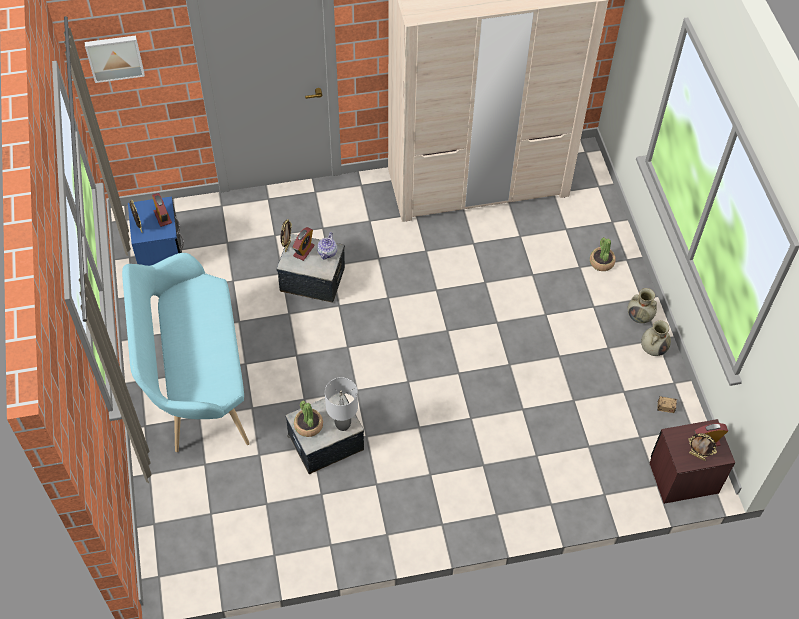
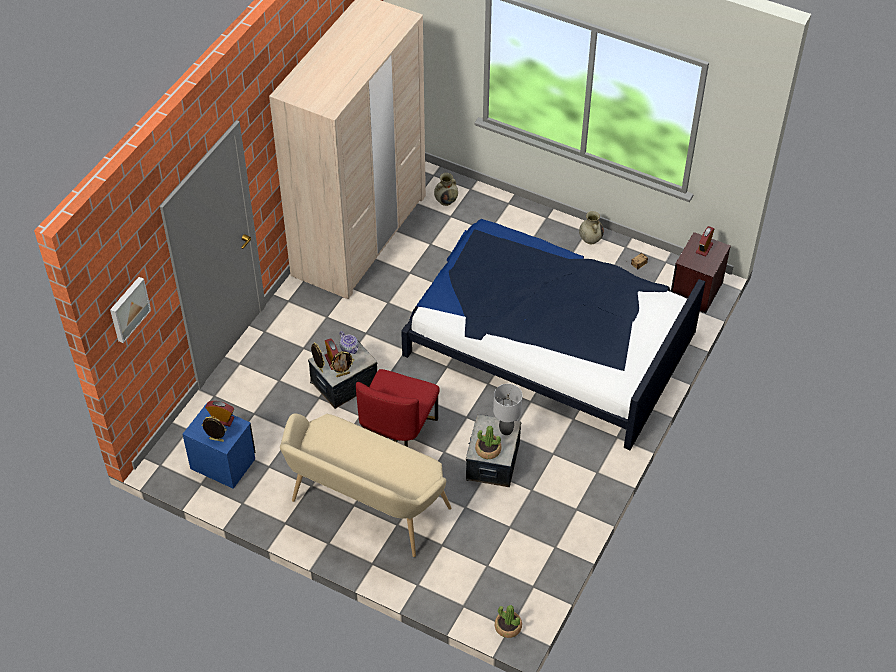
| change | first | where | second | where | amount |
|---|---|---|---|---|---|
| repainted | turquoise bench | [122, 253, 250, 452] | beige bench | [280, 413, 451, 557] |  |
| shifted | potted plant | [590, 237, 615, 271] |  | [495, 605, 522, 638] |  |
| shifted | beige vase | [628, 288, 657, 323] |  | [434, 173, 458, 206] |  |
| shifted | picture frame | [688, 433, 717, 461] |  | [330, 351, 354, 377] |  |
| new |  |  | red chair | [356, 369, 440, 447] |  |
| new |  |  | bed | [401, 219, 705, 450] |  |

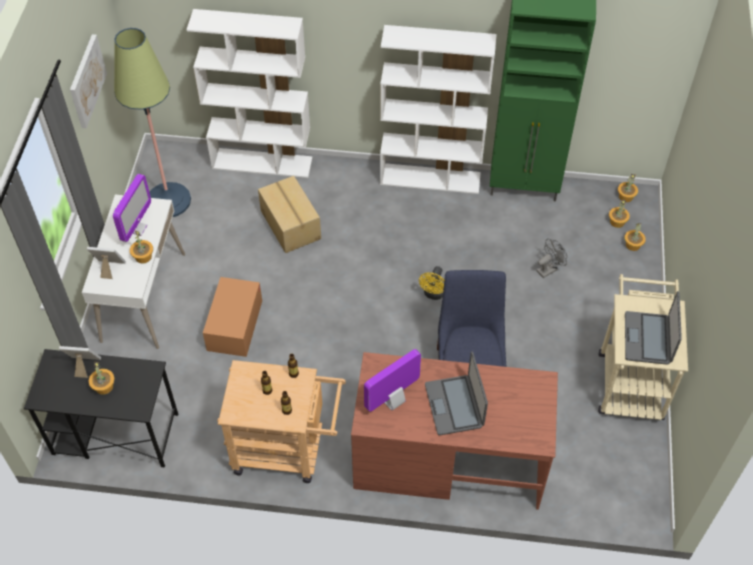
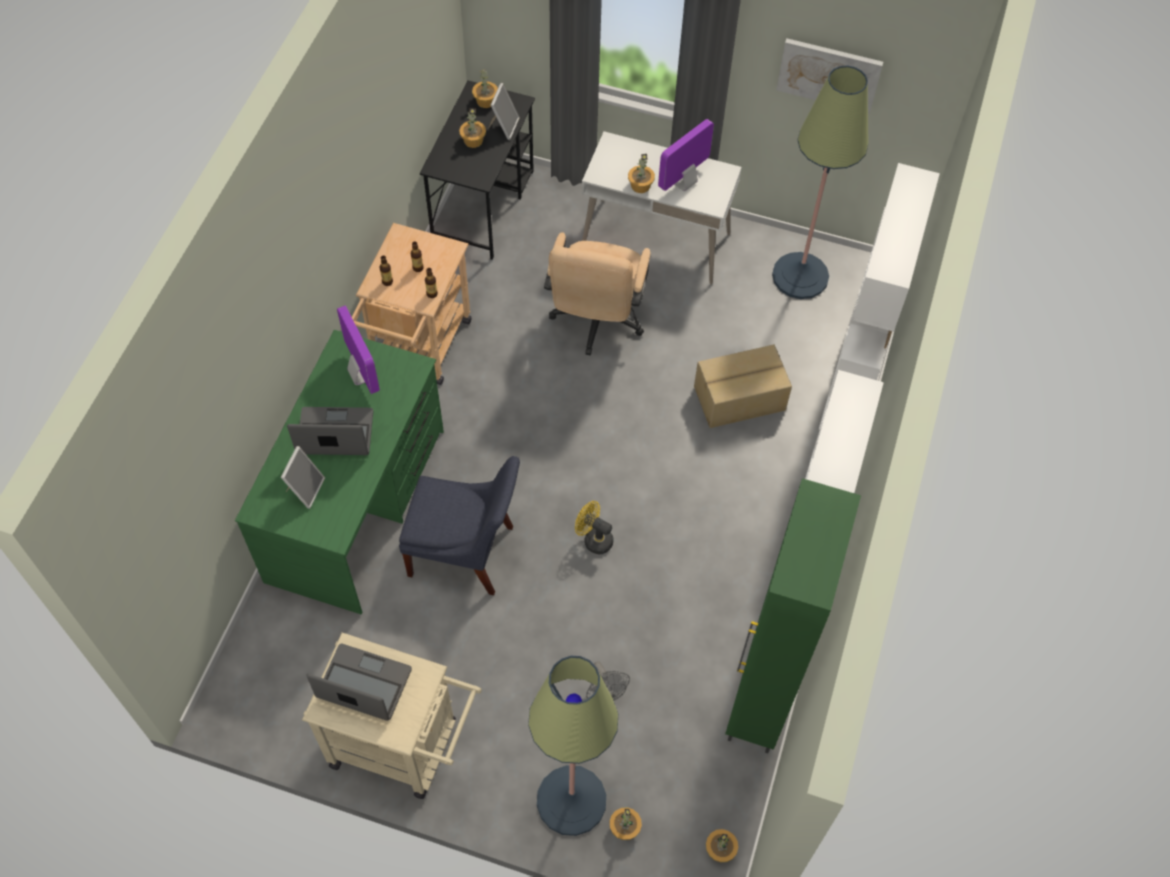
| change | first | where | second | where | amount |
|---|---|---|---|---|---|
| shifted | picture frame | [87, 247, 126, 279] |  | [281, 446, 325, 509] |  |
| rotated | monitor | [113, 174, 151, 242] |  | [658, 119, 714, 191] | 105 degrees clockwise |
| swapped | cardboard box | [203, 277, 262, 357] | beige office chair | [544, 232, 651, 356] |  |
| repainted | brown desk | [351, 352, 558, 510] | green desk | [235, 330, 444, 614] |  |
| shifted | potted plant | [609, 199, 630, 228] |  | [472, 70, 498, 108] |  |
| new |  |  | floor lamp | [528, 656, 618, 836] |  |

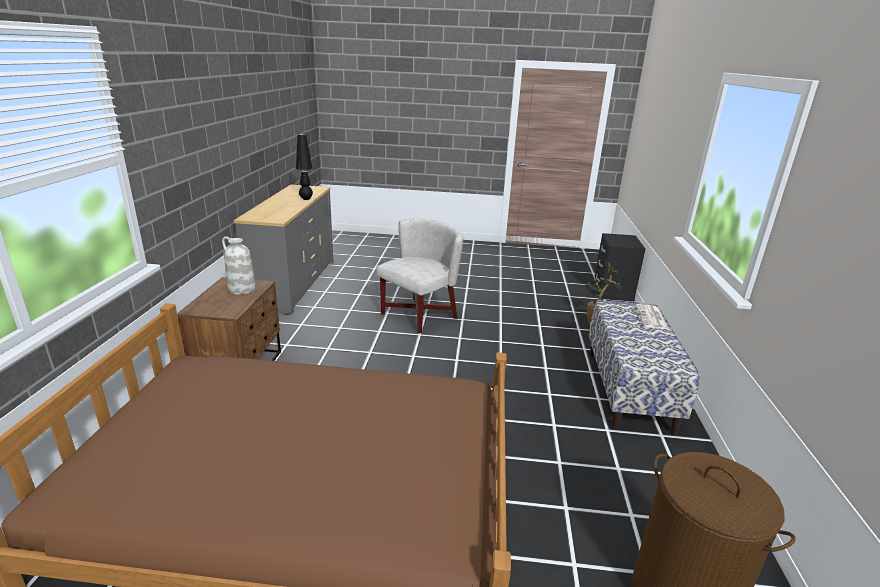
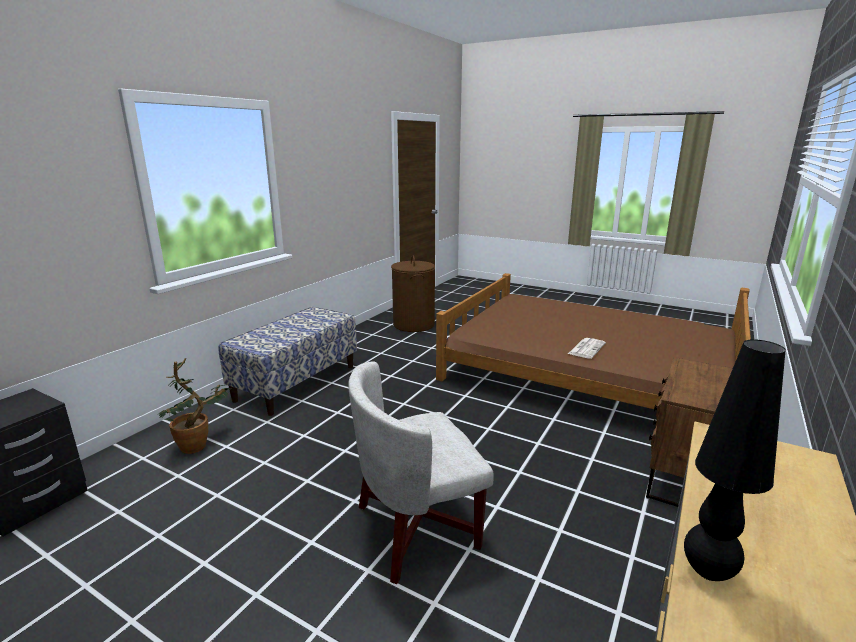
| change | first | where | second | where | amount |
|---|---|---|---|---|---|
| gone | white vase | [222, 236, 256, 295] |  |  |  |
| shifted | newspaper | [636, 304, 668, 329] |  | [568, 338, 606, 359] |  |

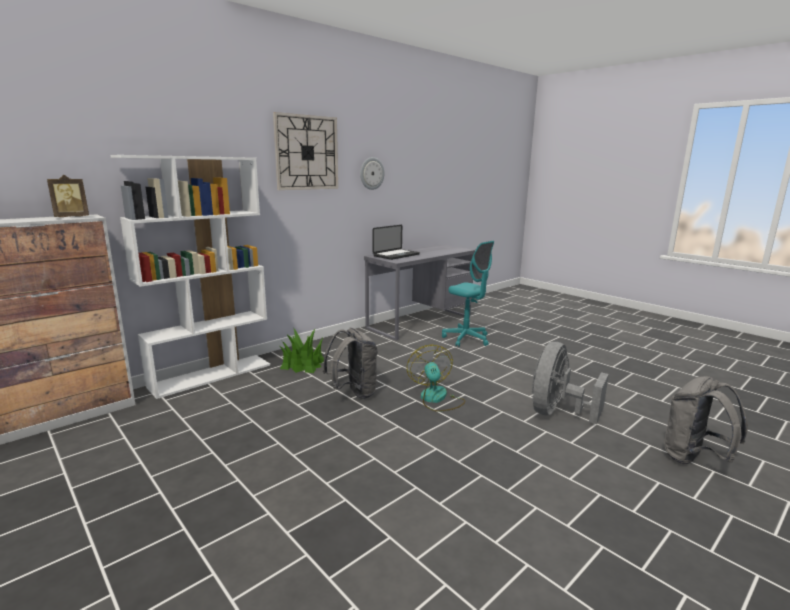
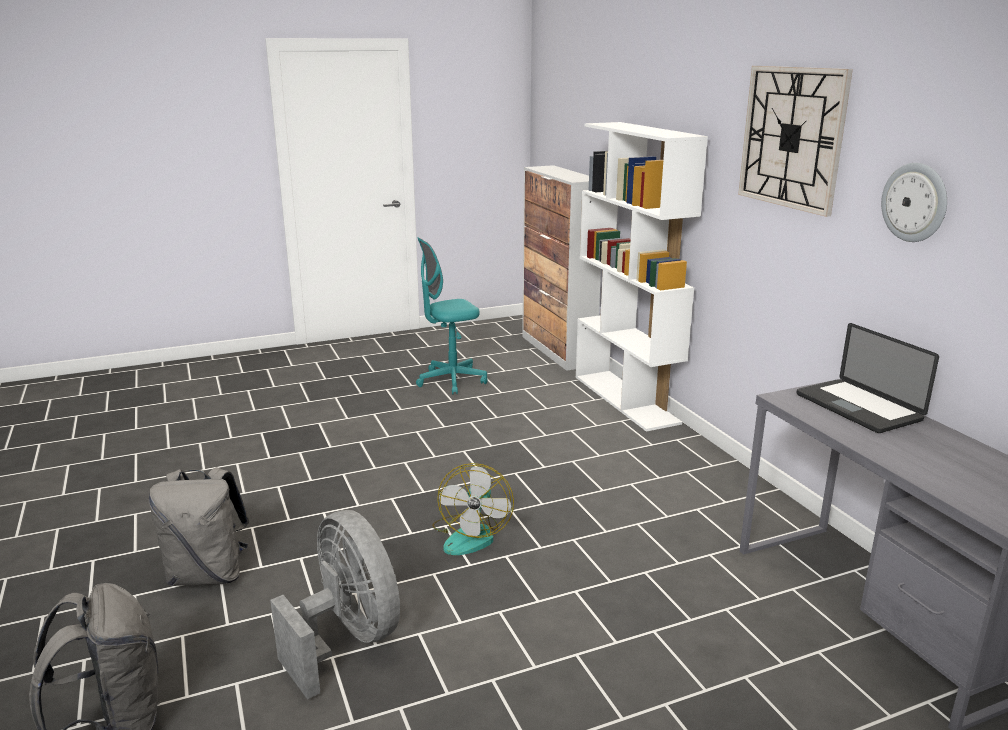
| change | first | where | second | where | amount |
|---|---|---|---|---|---|
| gone | picture frame | [47, 175, 89, 217] |  |  |  |
| gone | potted plant | [280, 327, 324, 373] |  |  |  |
| shifted | grey backpack | [323, 328, 378, 399] |  | [149, 467, 249, 586] |  |
| rotated | fan | [407, 345, 465, 412] |  | [432, 463, 514, 555] | 90 degrees clockwise |
| shifted | turquoise office chair | [442, 241, 494, 347] |  | [416, 237, 488, 395] |  |

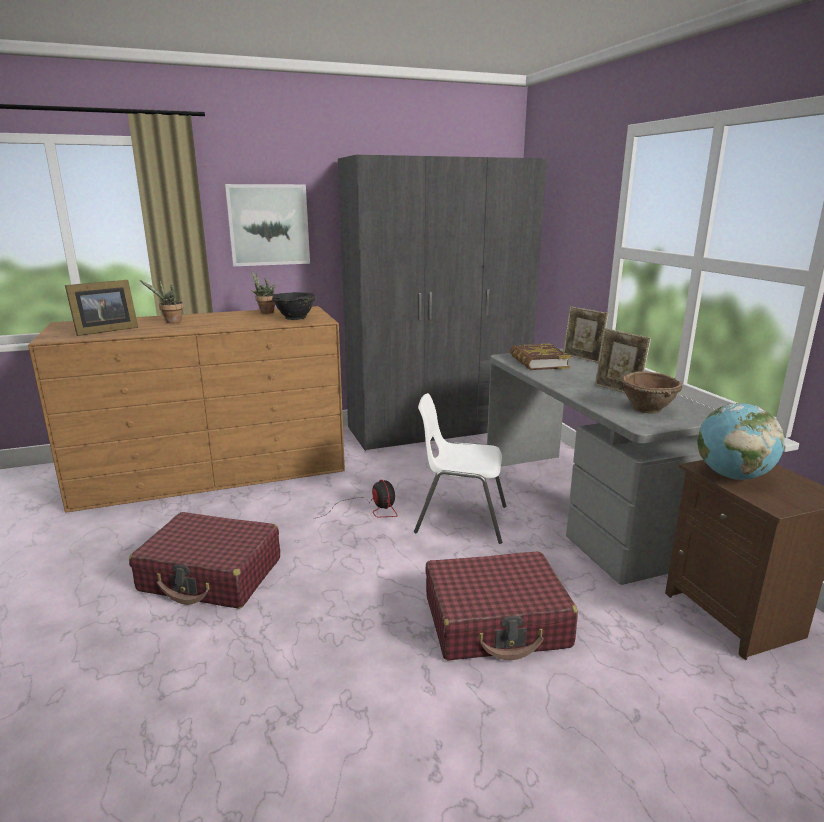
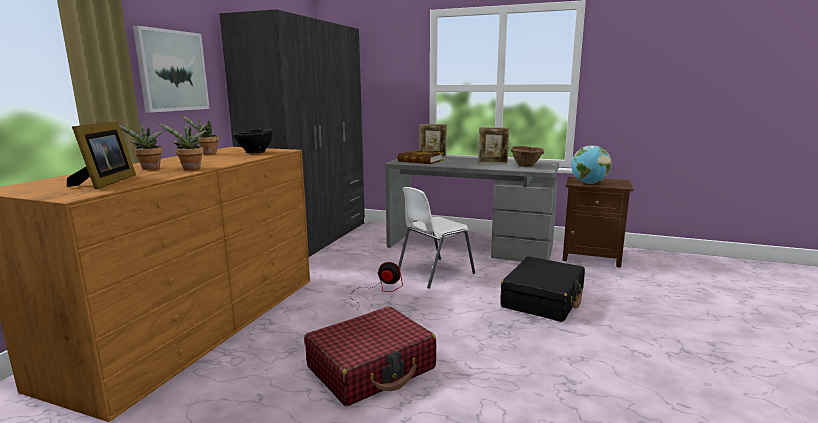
| change | first | where | second | where | amount |
|---|---|---|---|---|---|
| repainted | red suitcase | [425, 551, 578, 660] | black suitcase | [500, 256, 585, 322] |  |
| new |  |  | potted plant | [158, 122, 207, 170] |  |

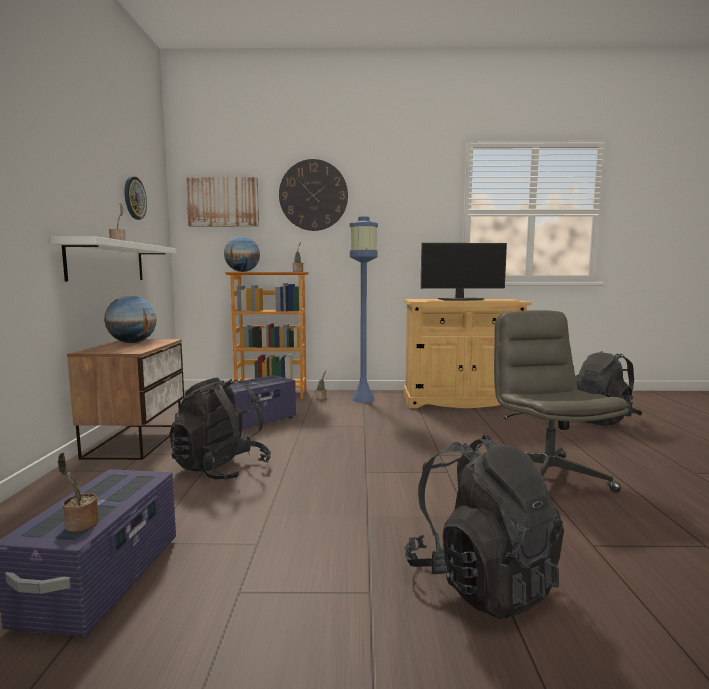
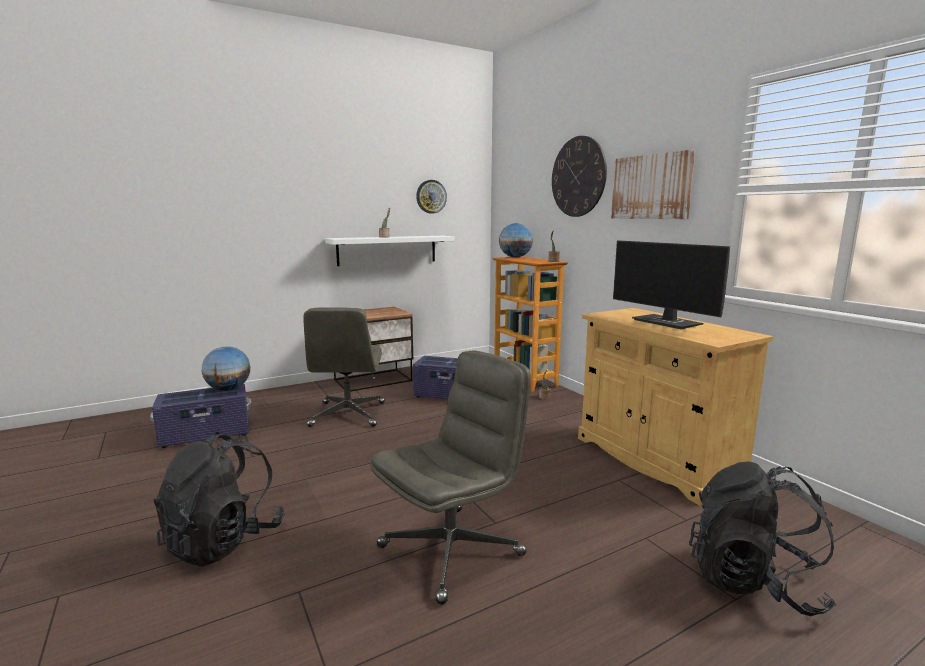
| change | first | where | second | where | amount |
|---|---|---|---|---|---|
| gone | potted plant | [58, 452, 99, 532] |  |  |  |
| shifted | globe | [104, 296, 157, 343] |  | [202, 346, 250, 391] |  |
| swapped | black backpack | [169, 377, 271, 479] | grey office chair | [303, 307, 385, 427] |  |
| shifted | picture | [186, 177, 259, 226] |  | [611, 150, 695, 219] |  |
| gone | blue floor lamp | [349, 217, 378, 403] |  |  |  |

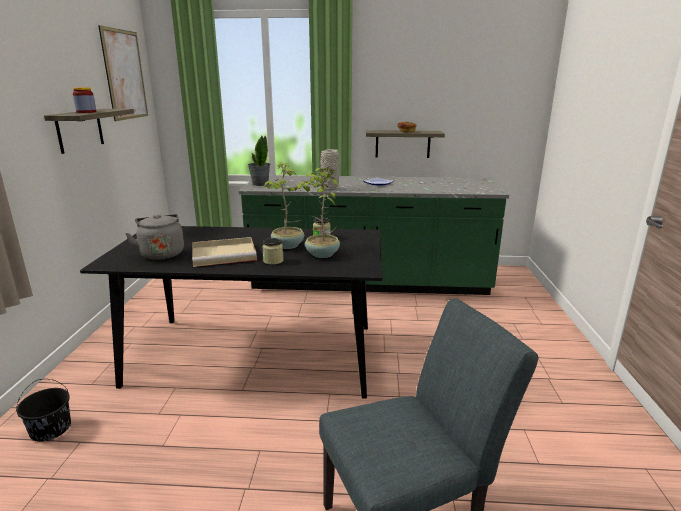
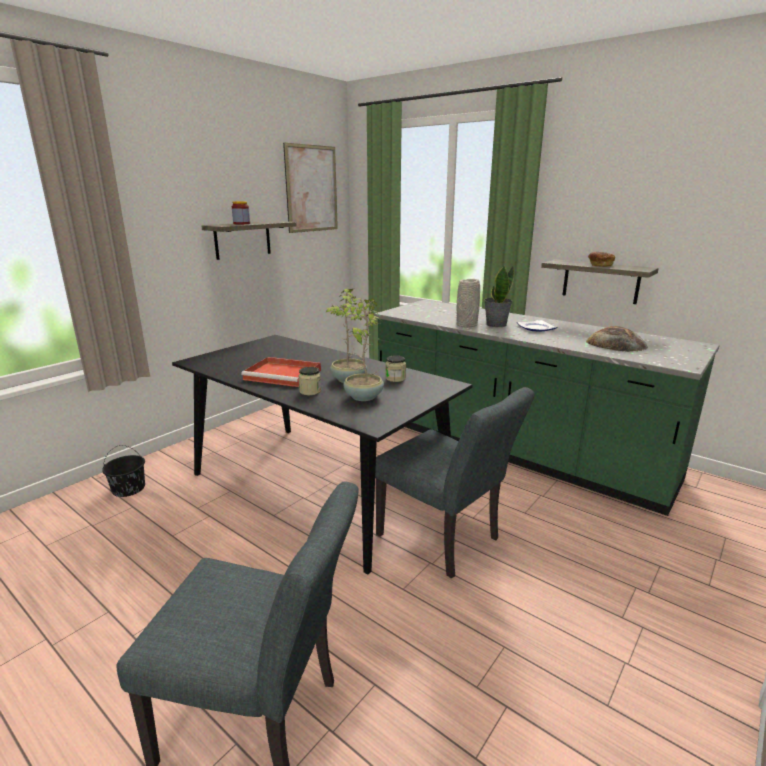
| change | first | where | second | where | amount |
|---|---|---|---|---|---|
| gone | grey kettle | [125, 214, 184, 260] |  |  |  |
| repainted | beige tray | [192, 237, 257, 267] | red tray | [241, 357, 321, 387] |  |
| shifted | potted plant | [248, 135, 270, 186] |  | [484, 265, 514, 327] |  |
| new |  |  | grey chair | [375, 387, 535, 579] |  |
| new |  |  | bread | [586, 326, 648, 352] |  |

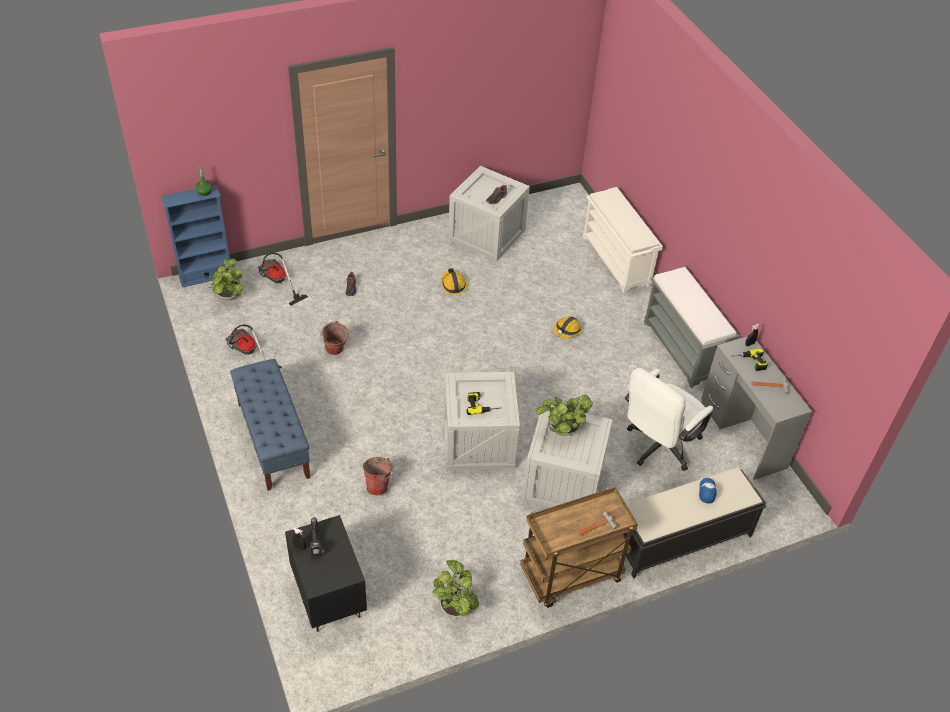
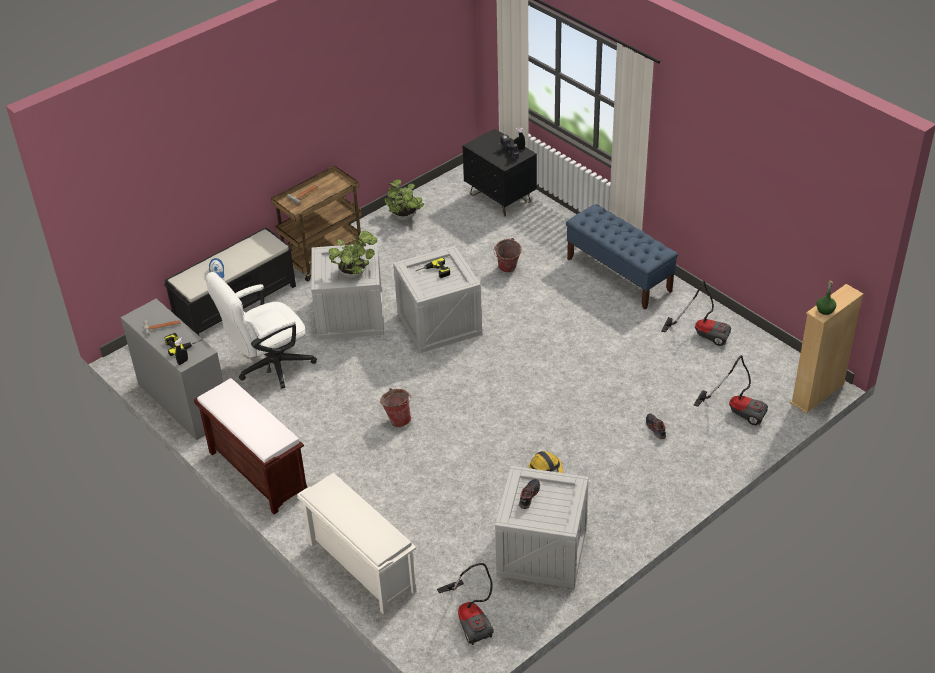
| change | first | where | second | where | amount |
|---|---|---|---|---|---|
| repainted | blue bookcase | [161, 185, 230, 288] | beige bookcase | [790, 284, 864, 414] |  |
| gone | potted plant | [209, 258, 244, 301] |  |  |  |
| shifted | bucket | [320, 321, 349, 355] |  | [380, 388, 411, 427] |  |
| gone | hard hat | [553, 316, 582, 339] |  |  |  |
| rotated | white office chair | [625, 368, 713, 471] |  | [206, 272, 317, 389] | 150 degrees counterclockwise |
| repainted | grey bench | [644, 267, 739, 388] | brown bench | [194, 378, 307, 515] |  |
| new |  |  | vacuum cleaner | [437, 563, 494, 645] |  |

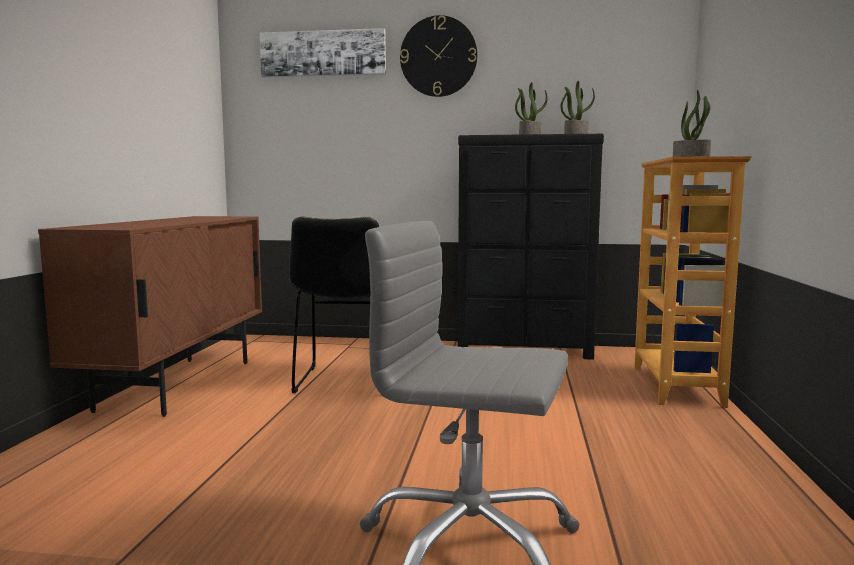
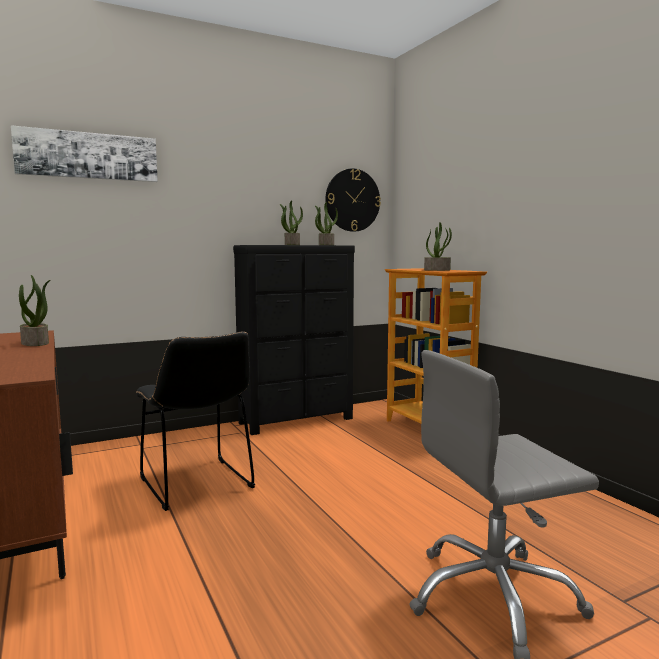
| change | first | where | second | where | amount |
|---|---|---|---|---|---|
| shifted | wall clock | [400, 15, 477, 97] |  | [325, 169, 381, 232] |  |
| new |  |  | potted plant | [19, 275, 50, 346] |  |

